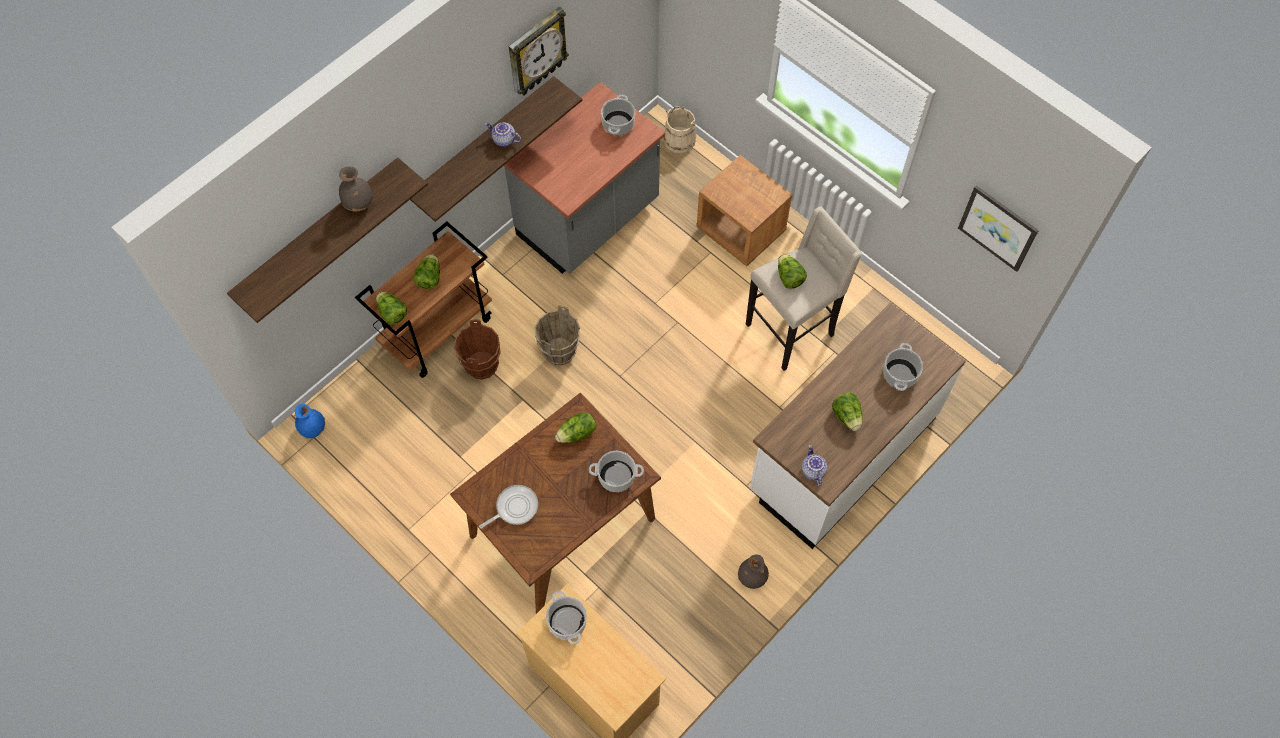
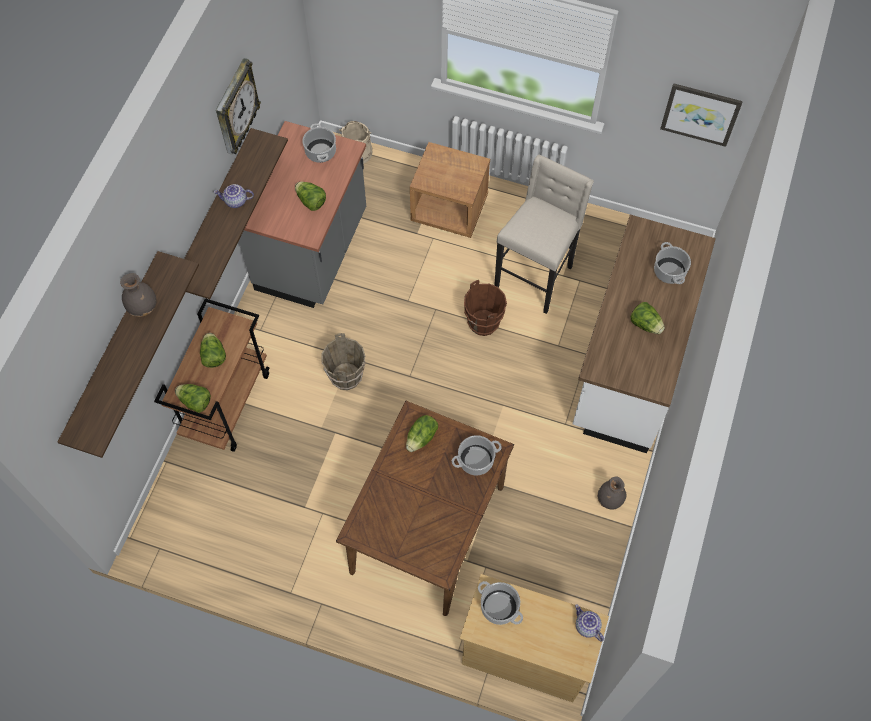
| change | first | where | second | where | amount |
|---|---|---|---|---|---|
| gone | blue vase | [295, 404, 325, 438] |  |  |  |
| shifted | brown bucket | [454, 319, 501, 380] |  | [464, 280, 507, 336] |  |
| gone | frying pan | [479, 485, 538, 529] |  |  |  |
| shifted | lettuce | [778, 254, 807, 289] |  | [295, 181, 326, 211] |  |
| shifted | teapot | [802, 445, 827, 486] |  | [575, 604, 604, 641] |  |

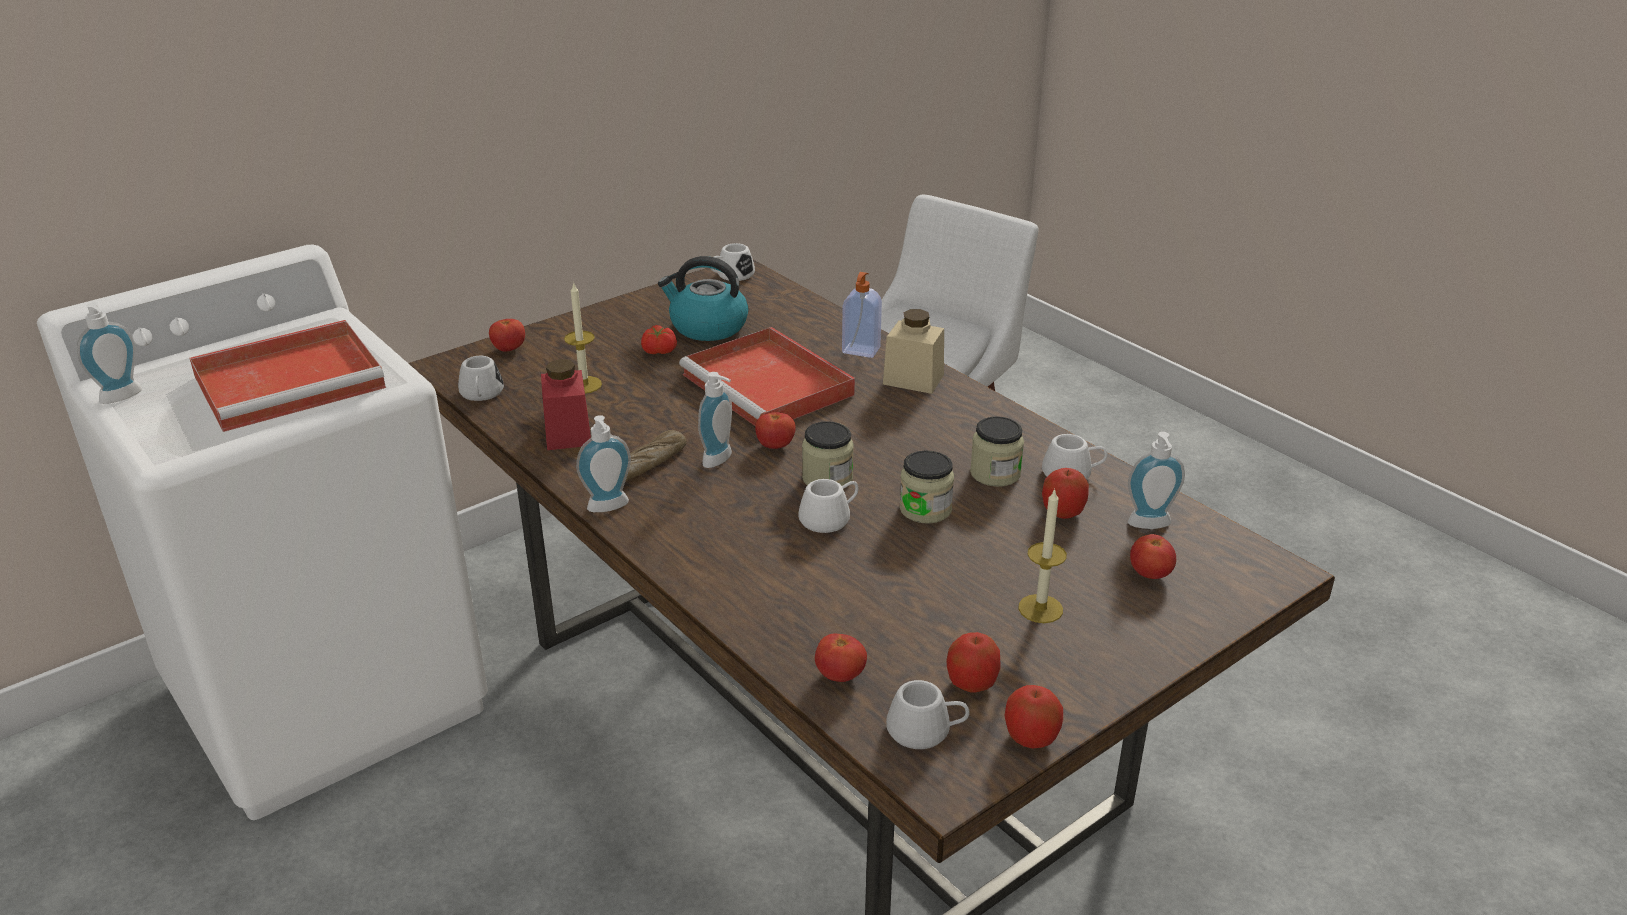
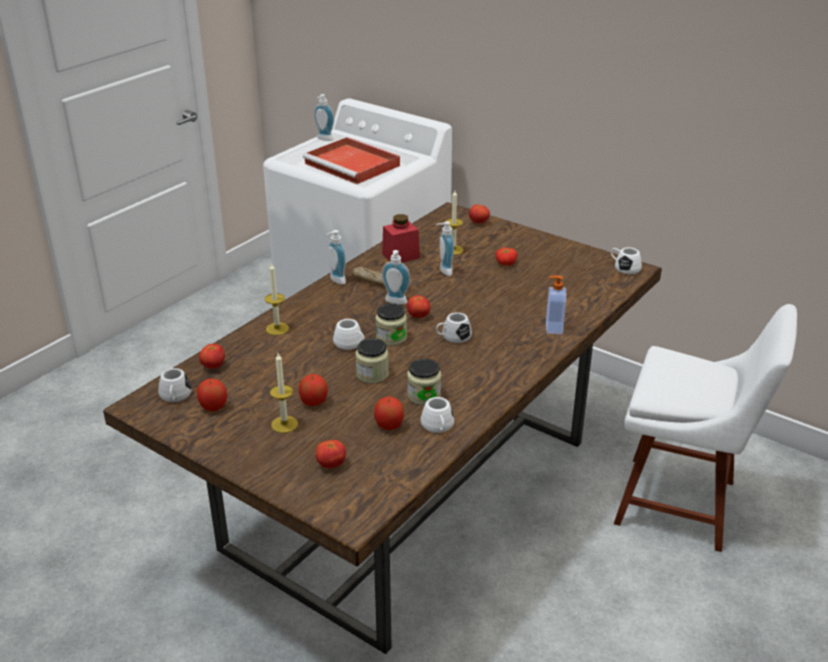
| change | first | where | second | where | amount |
|---|---|---|---|---|---|
| shifted | white mug | [458, 356, 504, 401] |  | [436, 312, 472, 343] |  |
| gone | kettle | [658, 256, 749, 341] |  |  |  |
| gone | red tray | [679, 327, 855, 426] |  |  |  |
| gone | beige jar | [883, 309, 944, 394] |  |  |  |
| shifted | apple | [1004, 685, 1063, 748] |  | [299, 374, 328, 406] |  |
| shifted | soap dispenser | [1128, 432, 1185, 529] |  | [436, 221, 454, 276] |  |
| new |  |  | candle | [265, 263, 289, 335] |  |

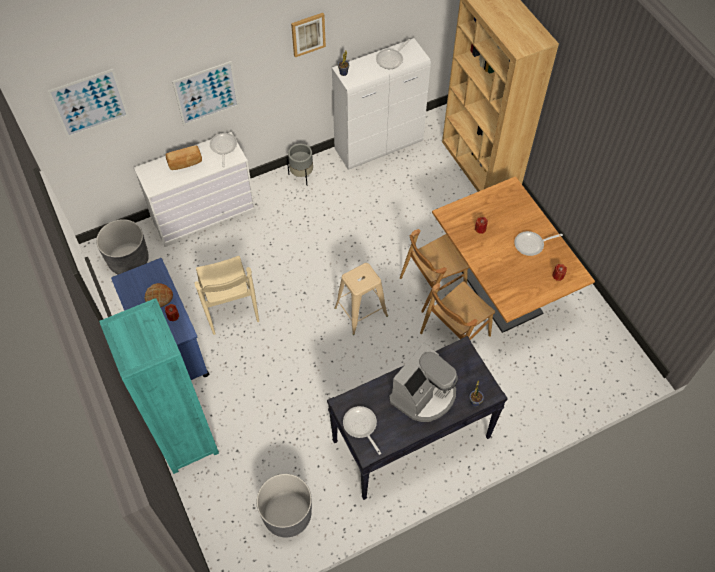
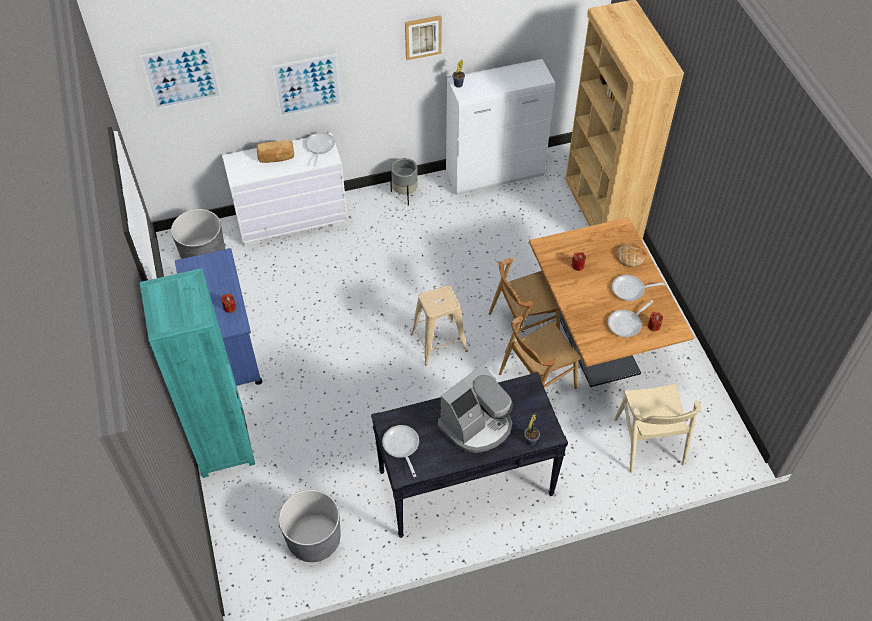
| change | first | where | second | where | amount |
|---|---|---|---|---|---|
| shifted | bread | [145, 283, 173, 307] |  | [617, 243, 647, 267] |  |
| shifted | beige chair | [195, 256, 259, 335] |  | [614, 384, 701, 473] |  |
| shifted | frying pan | [376, 39, 410, 69] |  | [608, 300, 654, 337] |  |

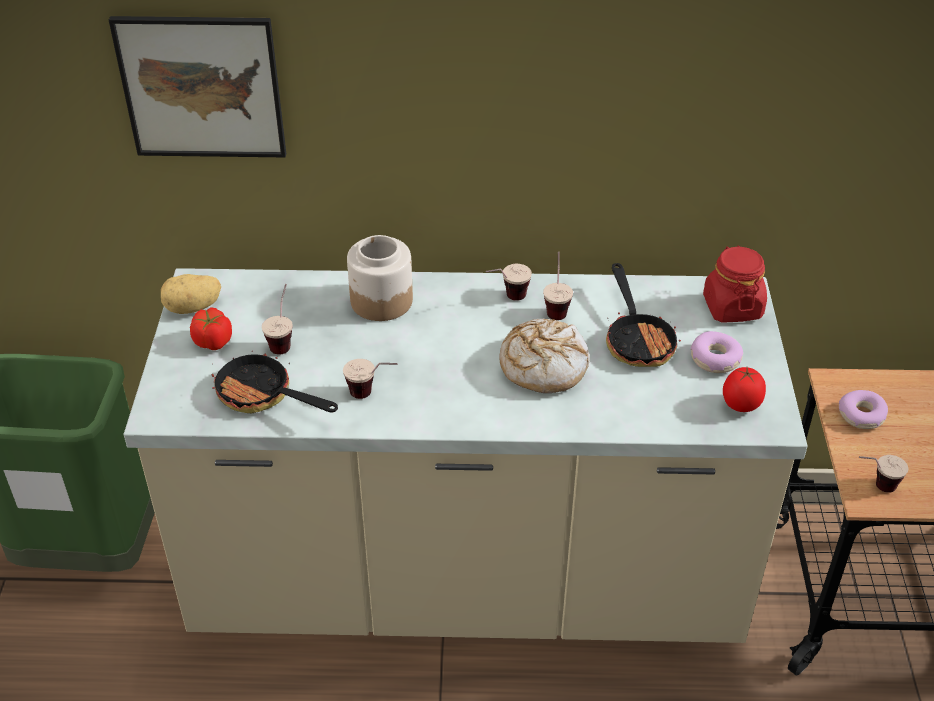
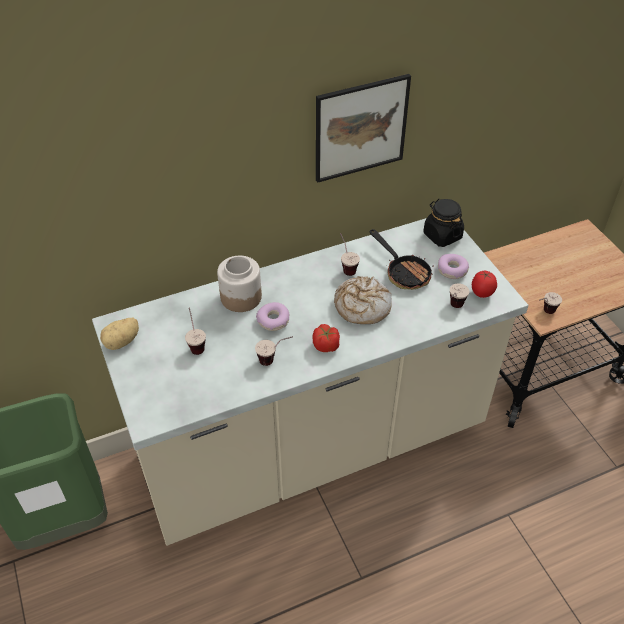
| change | first | where | second | where | amount |
|---|---|---|---|---|---|
| shifted | picture | [109, 16, 286, 157] |  | [316, 74, 411, 183] |  |
| shifted | tomato | [190, 307, 232, 350] |  | [312, 324, 340, 352] |  |
| gone | frying pan | [212, 350, 338, 413] |  |  |  |
| shifted | cup | [486, 264, 532, 301] |  | [450, 283, 469, 308] |  |
| repainted | red jar | [703, 245, 767, 323] | black jar | [423, 199, 464, 247] |  |
| shifted | donut | [839, 390, 888, 429] |  | [256, 302, 289, 331] |  |

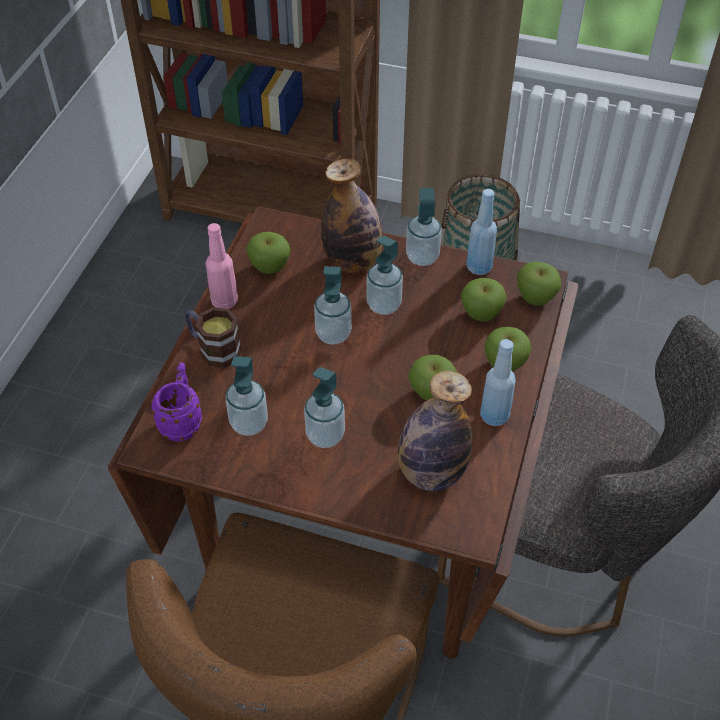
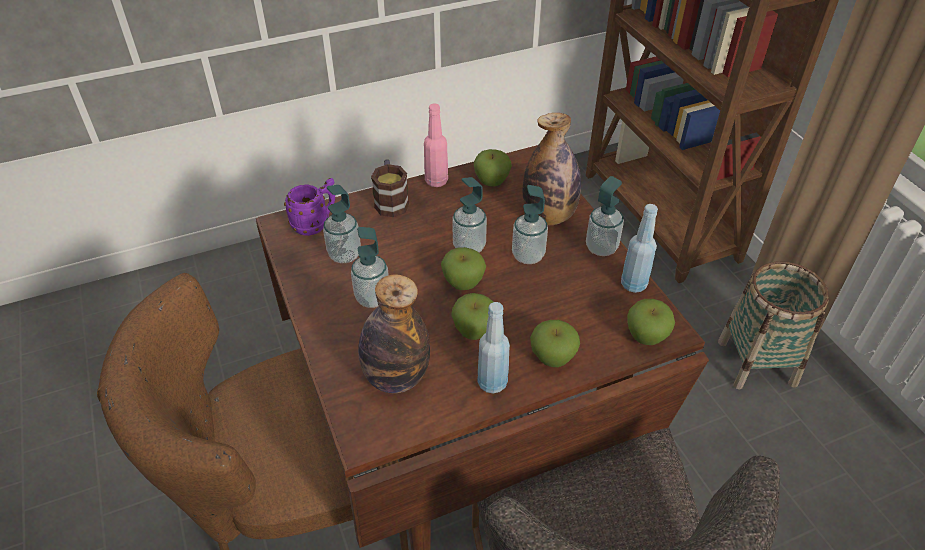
| change | first | where | second | where | amount |
|---|---|---|---|---|---|
| shifted | apple | [461, 278, 507, 321] |  | [441, 247, 486, 290] |  |

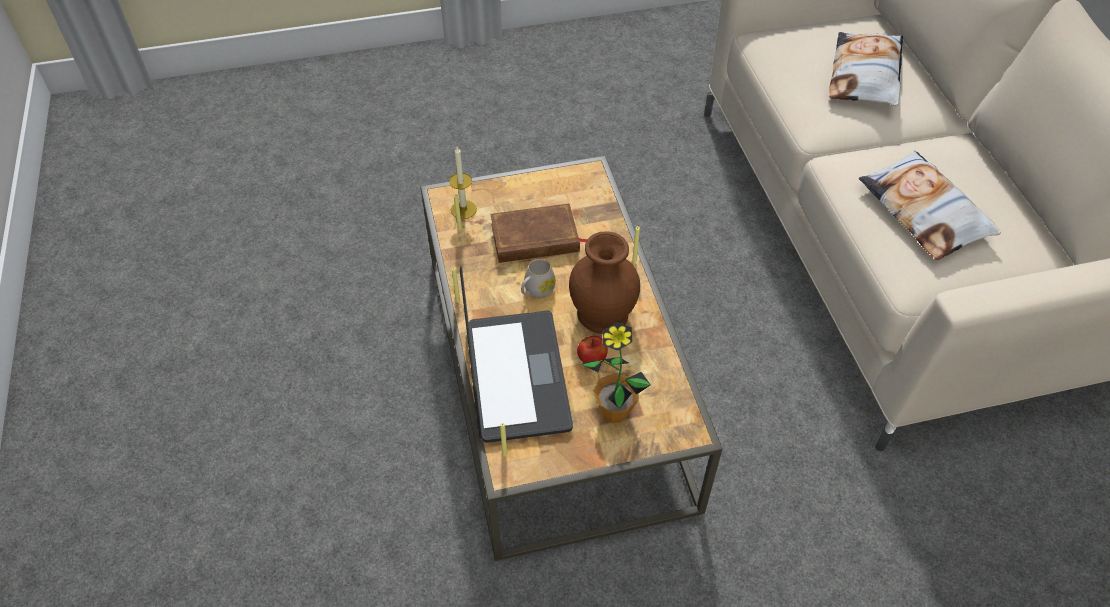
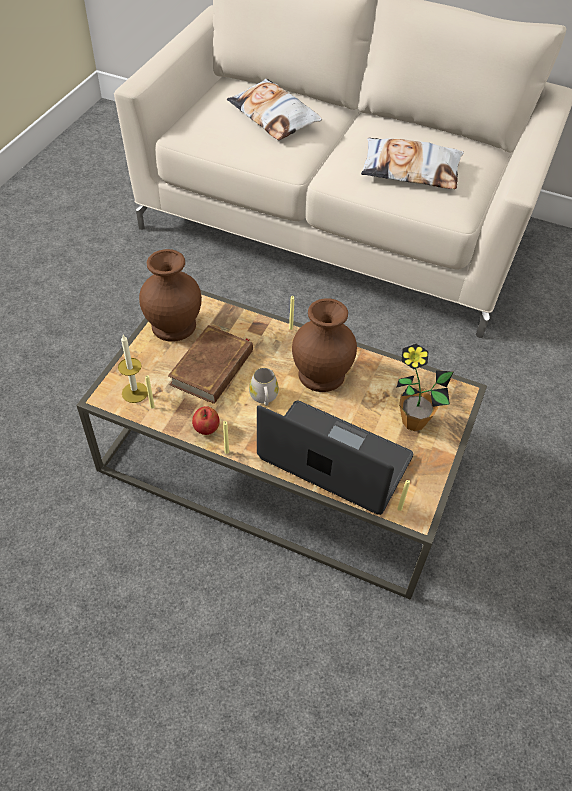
| change | first | where | second | where | amount |
|---|---|---|---|---|---|
| shifted | apple | [577, 336, 608, 363] |  | [192, 406, 220, 435] |  |
| new |  |  | brown vase | [139, 249, 202, 342] |  |

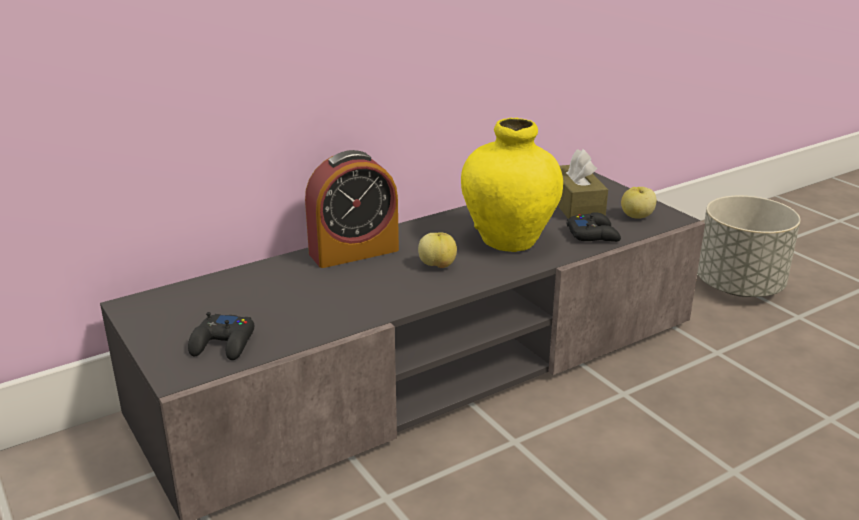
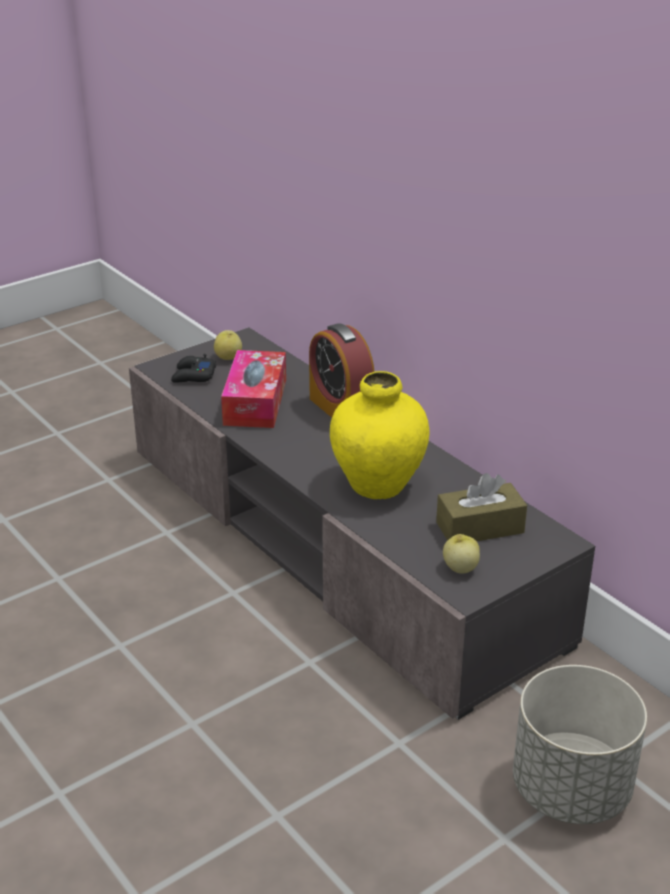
| change | first | where | second | where | amount |
|---|---|---|---|---|---|
| shifted | apple | [418, 232, 457, 268] |  | [214, 330, 242, 360] |  |
| gone | black game controller | [566, 212, 621, 242] |  |  |  |
| new |  |  | tissue box | [221, 350, 286, 428] |  |

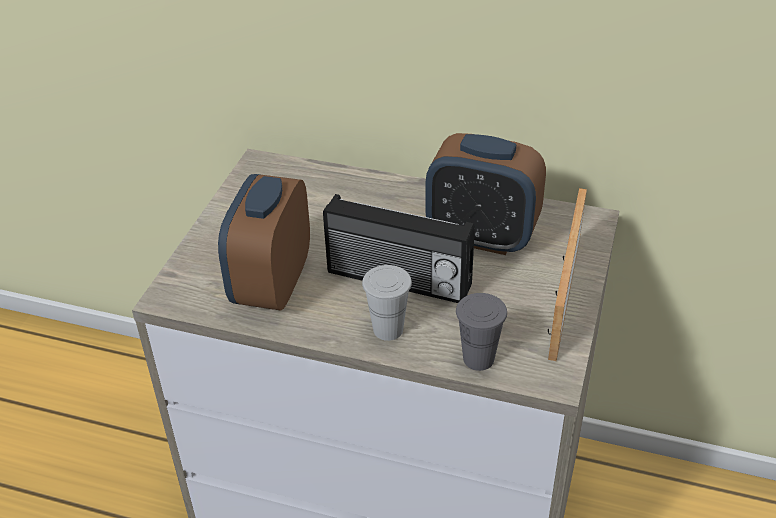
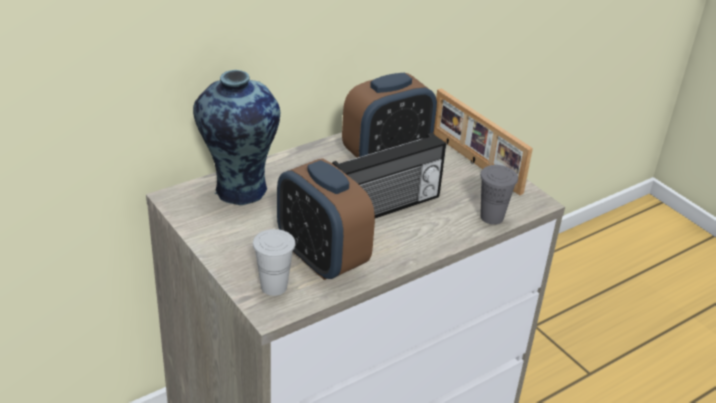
| change | first | where | second | where | amount |
|---|---|---|---|---|---|
| shifted | white cup | [362, 265, 412, 341] |  | [253, 229, 296, 296] |  |
| new |  |  | vase | [193, 70, 280, 205] |  |

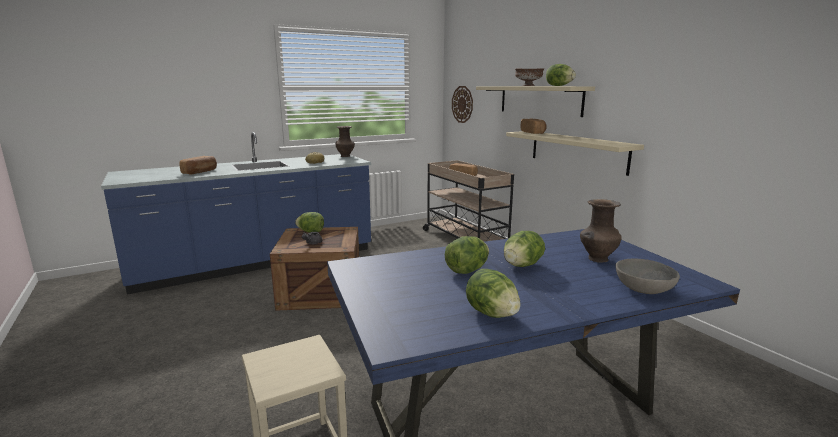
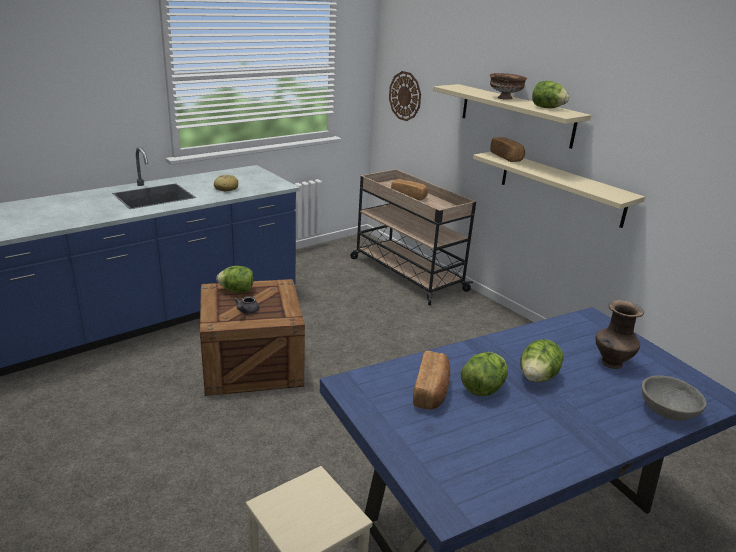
| change | first | where | second | where | amount |
|---|---|---|---|---|---|
| shifted | bread | [179, 156, 217, 175] |  | [413, 351, 450, 410] |  |
| gone | brown vase | [335, 126, 355, 157] |  |  |  |
| gone | lettuce | [466, 269, 521, 318] |  |  |  |

